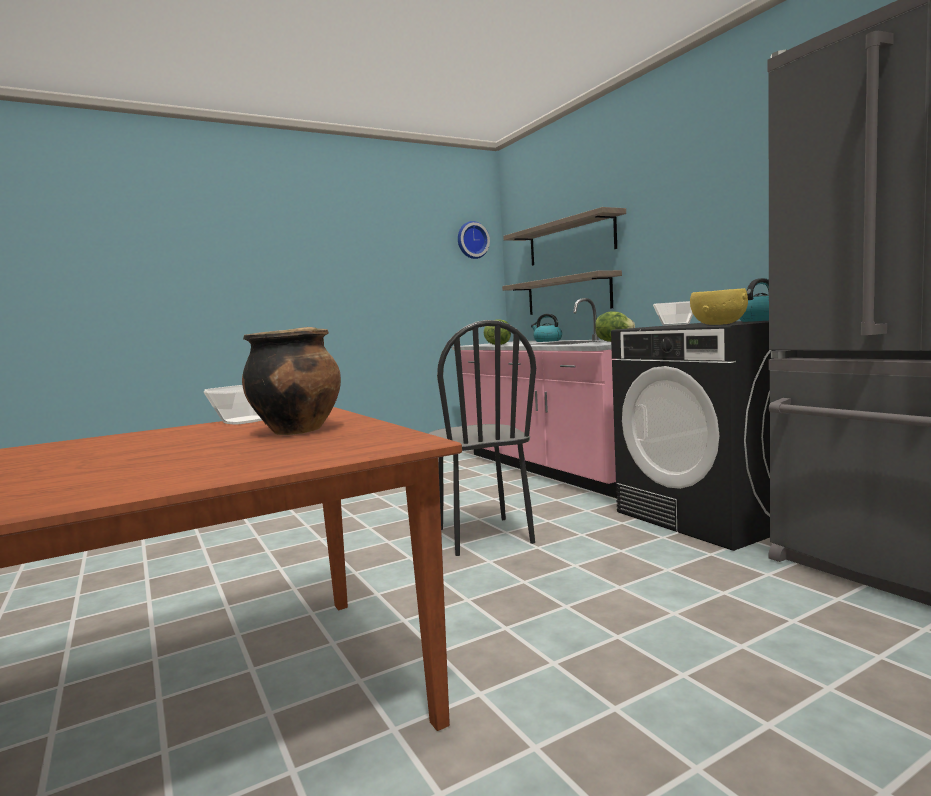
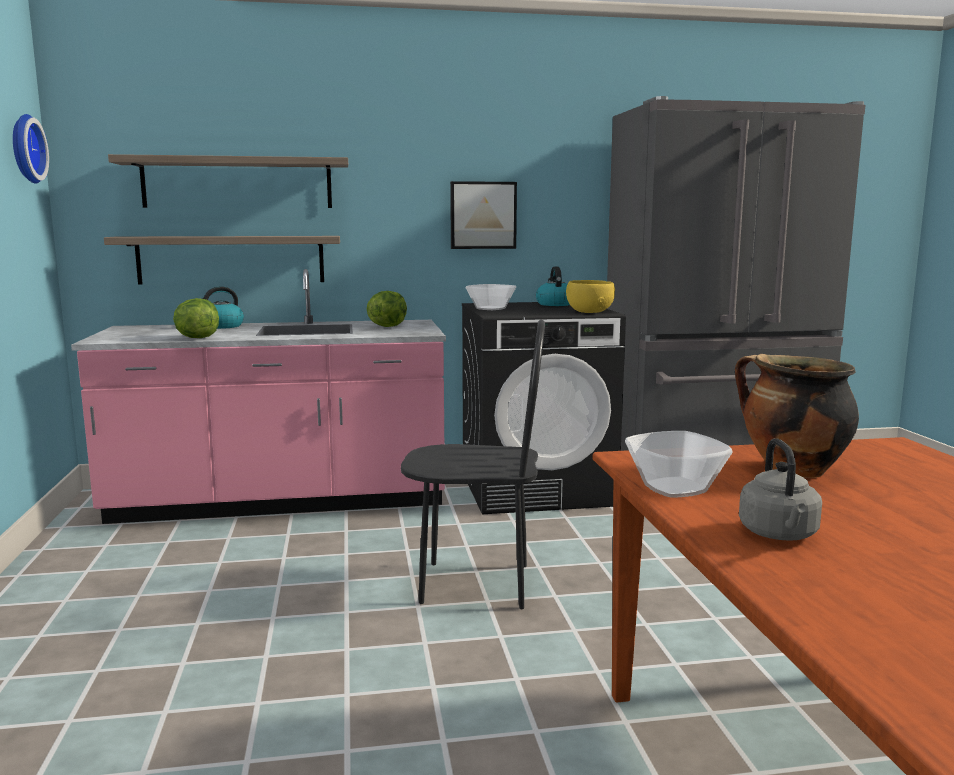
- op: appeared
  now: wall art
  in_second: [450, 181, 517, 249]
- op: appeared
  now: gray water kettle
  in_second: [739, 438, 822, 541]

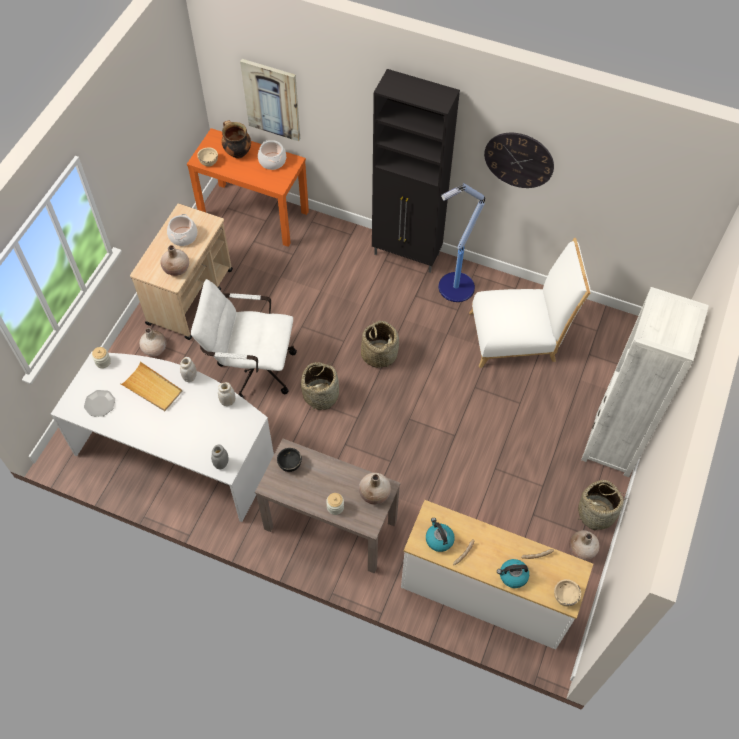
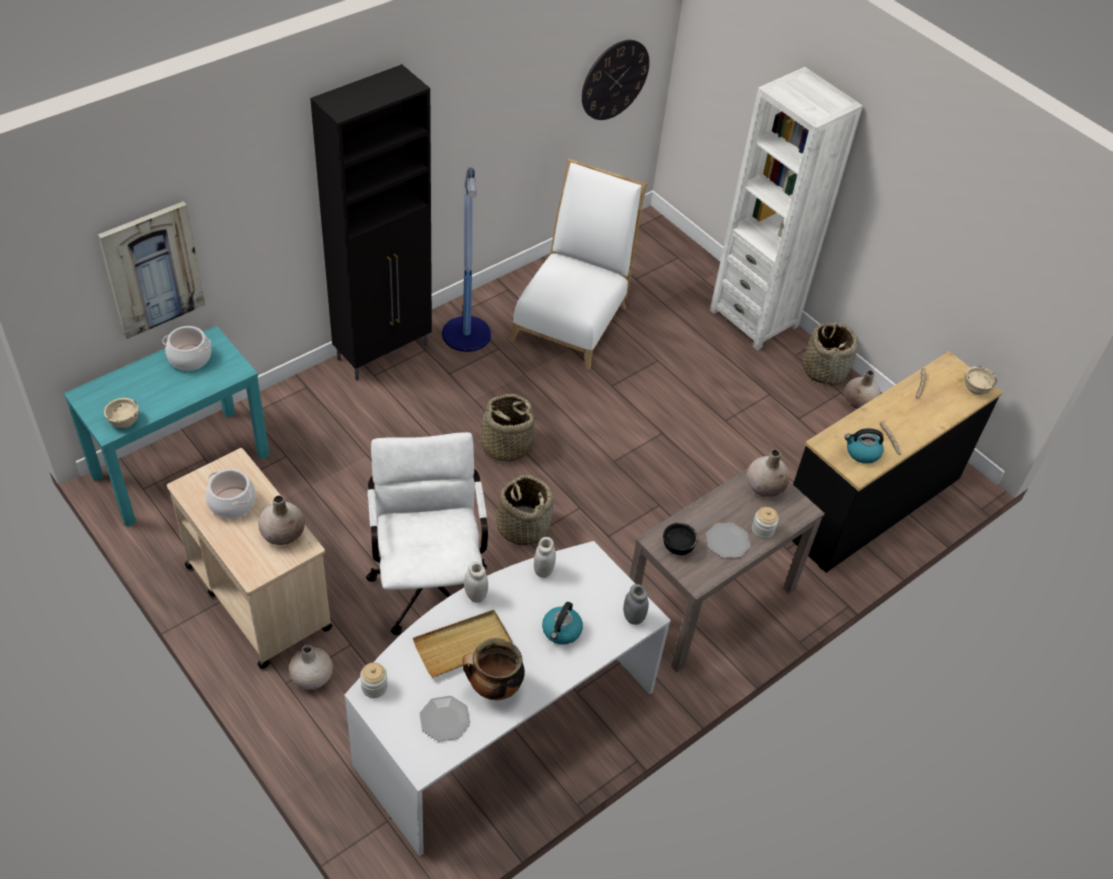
- op: appeared
  now: plate
  in_second: [706, 523, 750, 558]
- op: relocated
  was: saucepot
  in_first: [222, 121, 251, 159]
  in_second: [462, 638, 525, 700]
- op: relocated
  was: wall clock
  in_first: [484, 133, 554, 188]
  in_second: [582, 40, 649, 120]
- op: relocated
  was: water kettle
  in_first: [497, 559, 529, 588]
  in_second: [542, 602, 583, 645]
- op: colour
  was: orange hall table
  now: turquoise hall table
  in_first: [187, 128, 309, 247]
  in_second: [63, 326, 270, 527]
- op: colour
  was: white-coloured dresser
  now: blackish dresser
  in_first: [401, 500, 593, 649]
  in_second: [792, 351, 1003, 573]
- op: spun
  was: white-coloured desk chair
  in_first: [191, 279, 297, 398]
  in_second: [366, 432, 488, 635]
  clockwise: 135

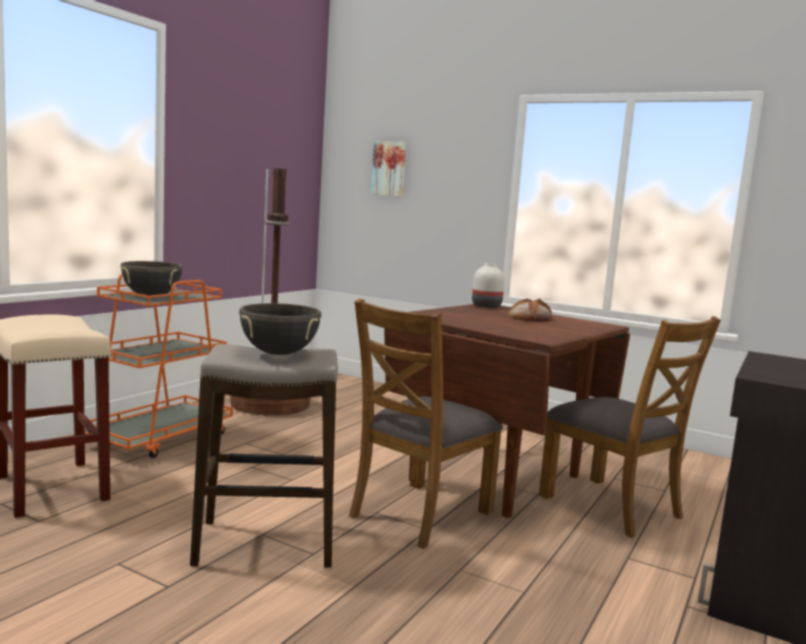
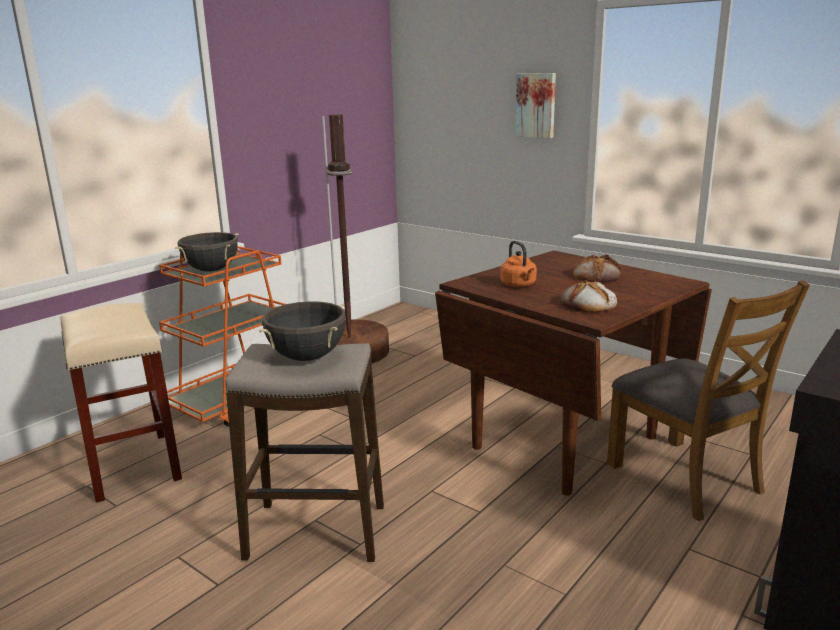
- op: missing
  was: brownish chair
  in_first: [349, 299, 503, 549]
- op: missing
  was: white-coloured vase
  in_first: [472, 263, 505, 308]
- op: appeared
  now: orange water kettle
  in_second: [500, 241, 537, 287]
- op: appeared
  now: baked bread
  in_second: [561, 280, 617, 312]
- op: relocated
  was: wall art
  in_first: [371, 141, 406, 197]
  in_second: [515, 73, 556, 138]

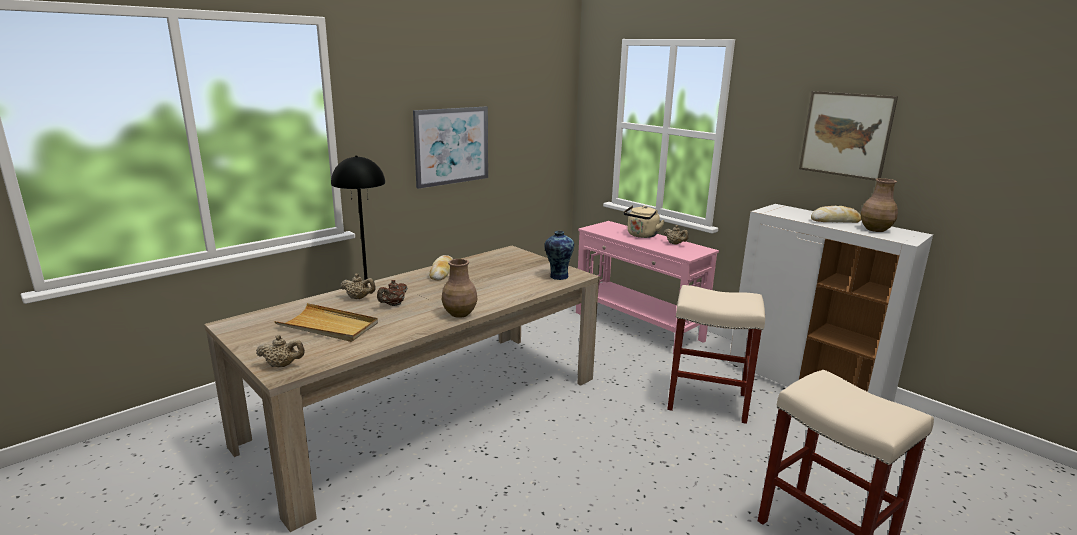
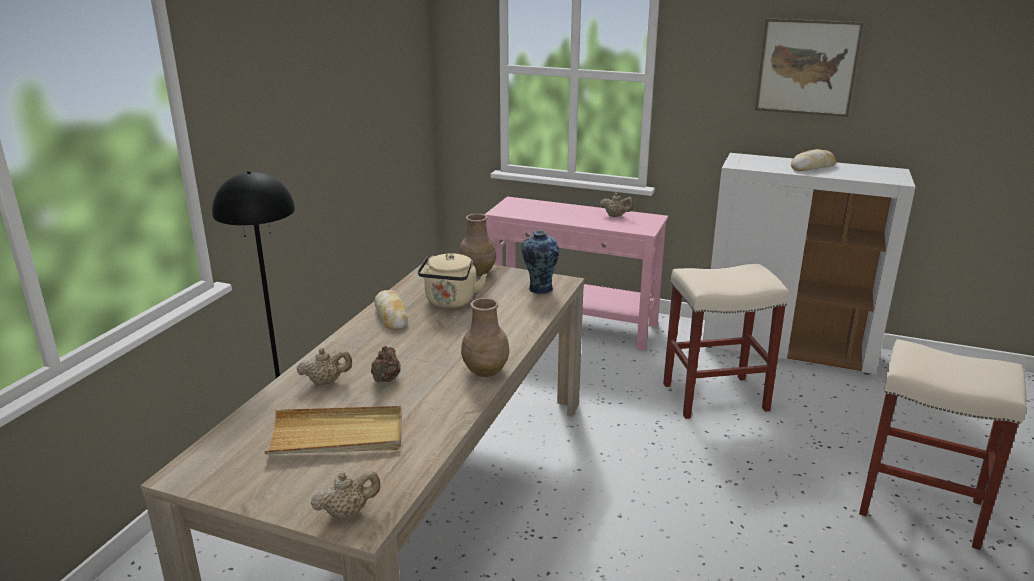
- op: missing
  was: wall art
  in_first: [413, 107, 488, 189]
- op: relocated
  was: beige-coloured water kettle
  in_first: [624, 205, 665, 238]
  in_second: [418, 253, 487, 308]
- op: relocated
  was: brownish vase
  in_first: [861, 178, 898, 232]
  in_second: [459, 214, 496, 276]

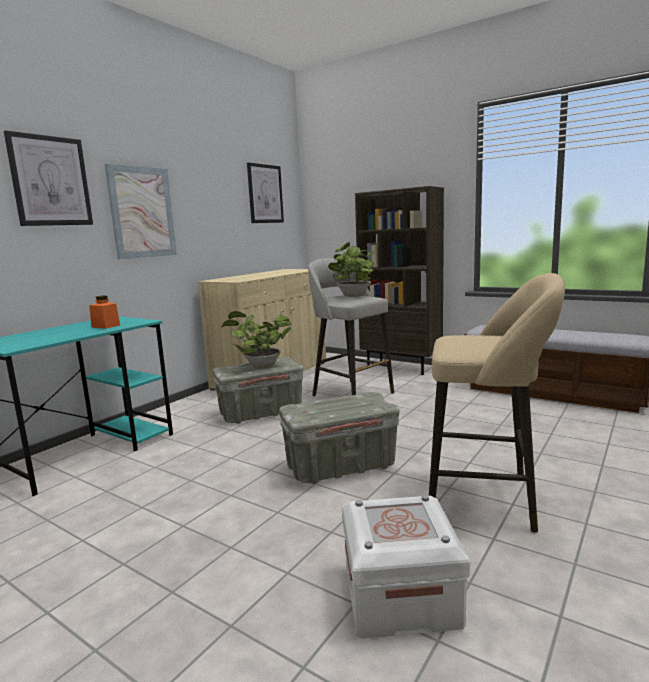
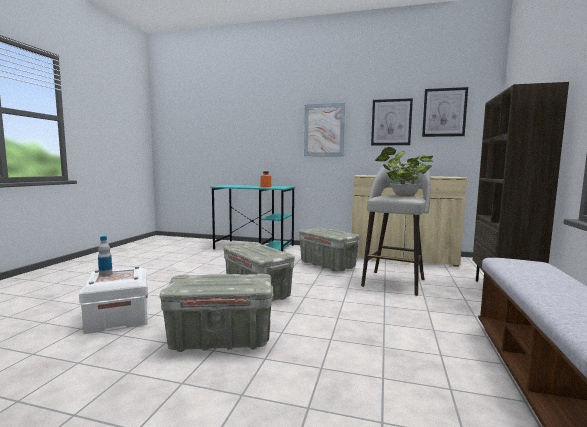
- op: missing
  was: potted plant
  in_first: [221, 311, 292, 368]
- op: appeared
  now: beverage bottle
  in_second: [98, 236, 113, 277]
- op: relocated
  was: wall art
  in_first: [4, 130, 93, 226]
  in_second: [371, 98, 413, 146]
- op: exchanged
  was: beige-coloured sitting stool
  now: gray storage container
  in_first: [429, 273, 565, 533]
  in_second: [160, 274, 273, 352]

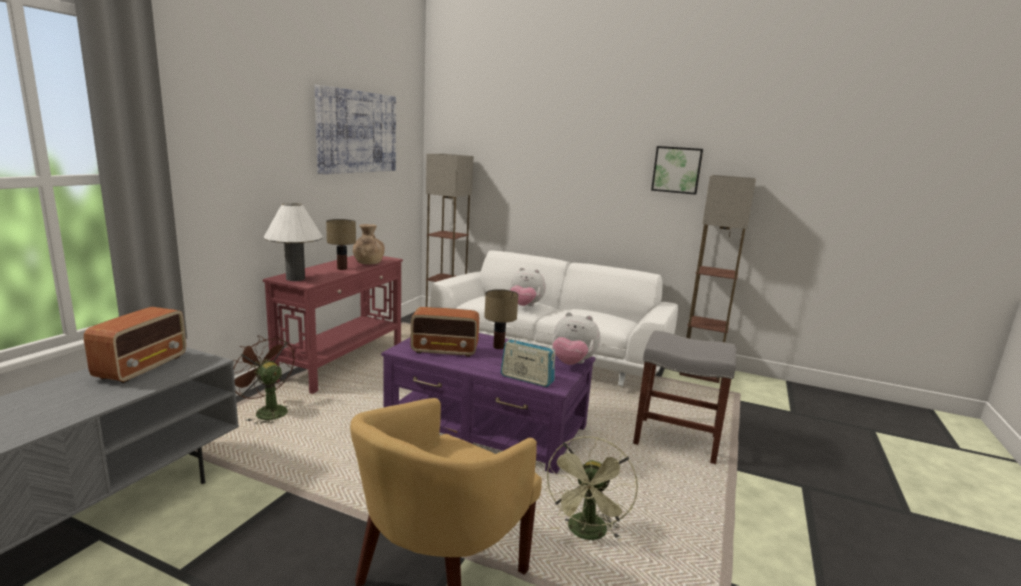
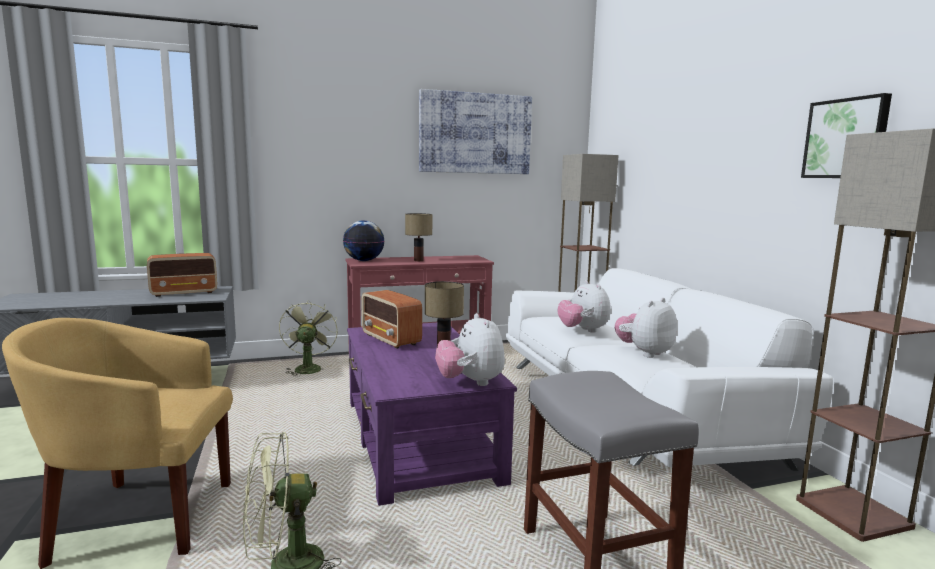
- op: missing
  was: brownish vase
  in_first: [353, 224, 385, 264]
- op: missing
  was: radio receiver
  in_first: [501, 333, 556, 387]
- op: appeared
  now: plush toy
  in_second: [615, 298, 677, 358]
- op: exchanged
  was: white-coloured tabletop lamp
  now: world globe
  in_first: [263, 203, 323, 281]
  in_second: [343, 220, 385, 261]
- op: colour
  was: brownish cooling fan
  now: green-coloured cooling fan
  in_first: [233, 335, 295, 425]
  in_second: [279, 300, 338, 377]

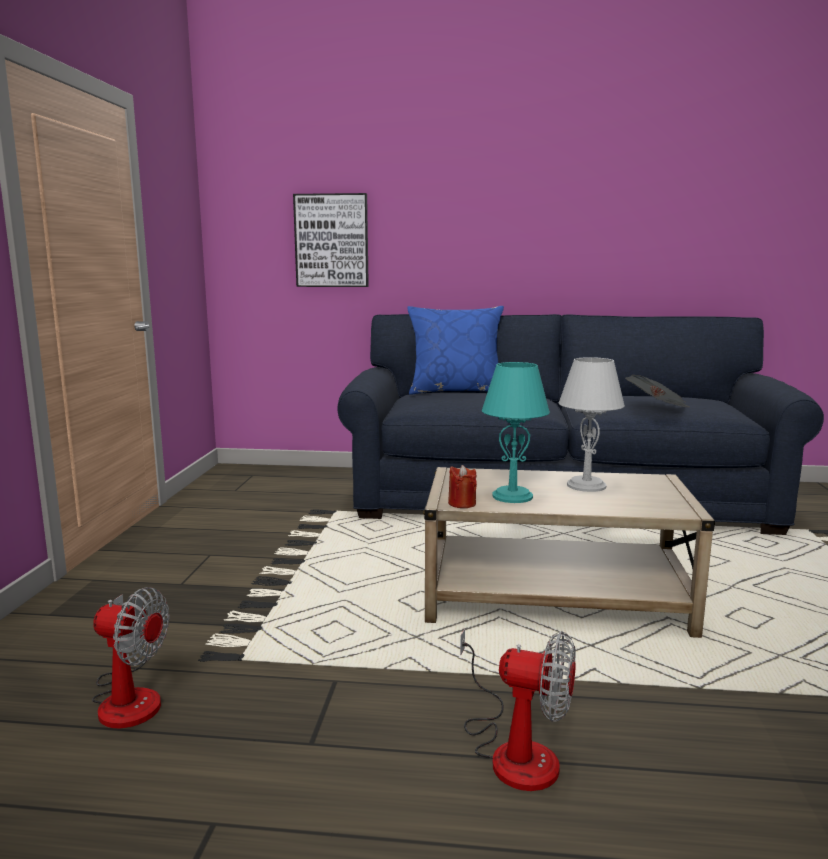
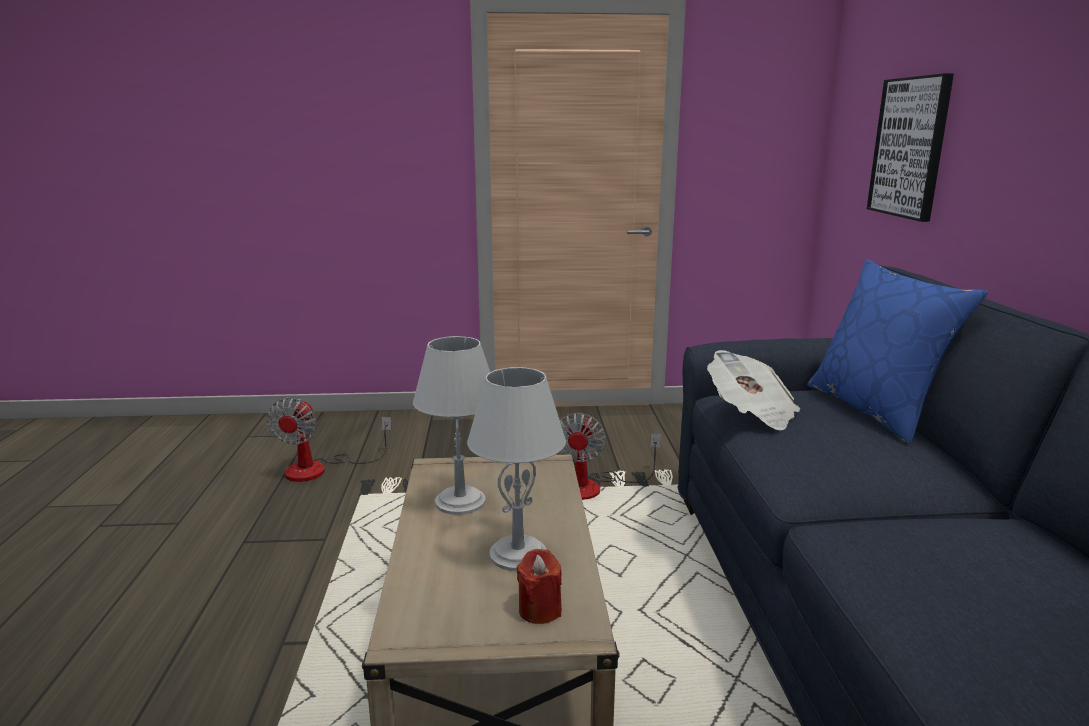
- op: relocated
  was: red wax candle
  in_first: [448, 465, 477, 508]
  in_second: [517, 549, 562, 624]
- op: relocated
  was: cooling fan
  in_first: [460, 628, 576, 791]
  in_second: [560, 413, 661, 500]
- op: relocated
  was: daily paper
  in_first: [625, 375, 690, 407]
  in_second: [707, 350, 800, 431]
- op: colour
  was: turquoise tabletop lamp
  now: gray tabletop lamp
  in_first: [482, 362, 550, 503]
  in_second: [413, 336, 490, 515]

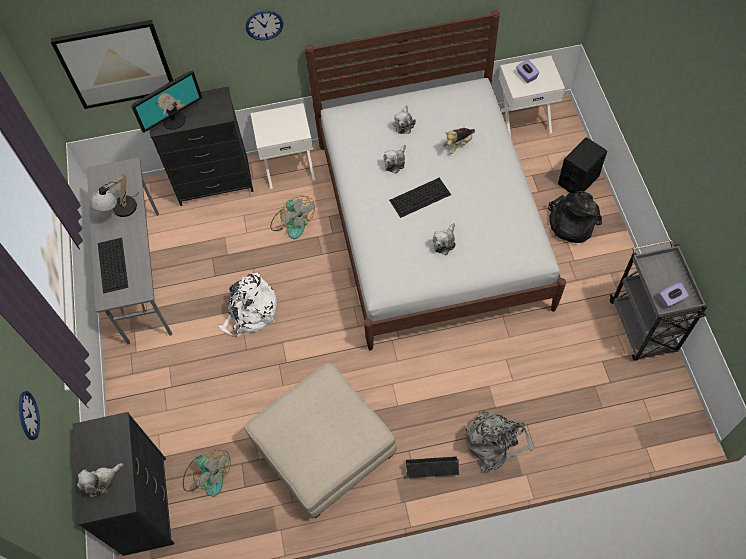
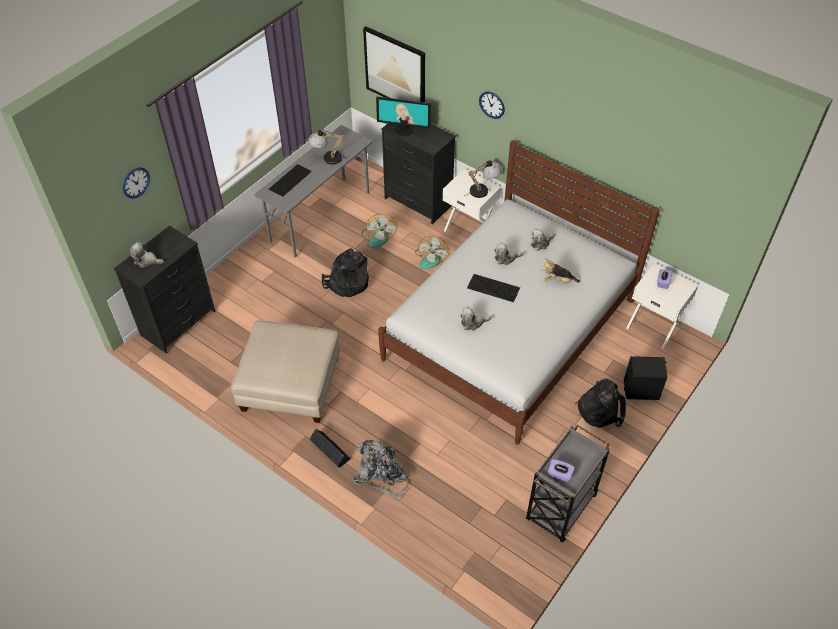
- op: appeared
  now: tabletop lamp
  in_second: [464, 160, 502, 198]
- op: relocated
  was: cooling fan
  in_first: [183, 450, 231, 497]
  in_second: [361, 213, 397, 248]
- op: colour
  was: white-coloured backpack
  now: blackish backpack
  in_first: [218, 272, 277, 337]
  in_second: [322, 249, 369, 297]

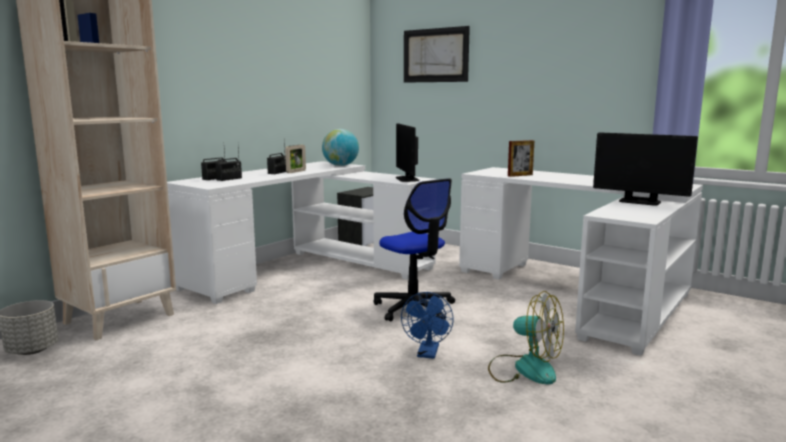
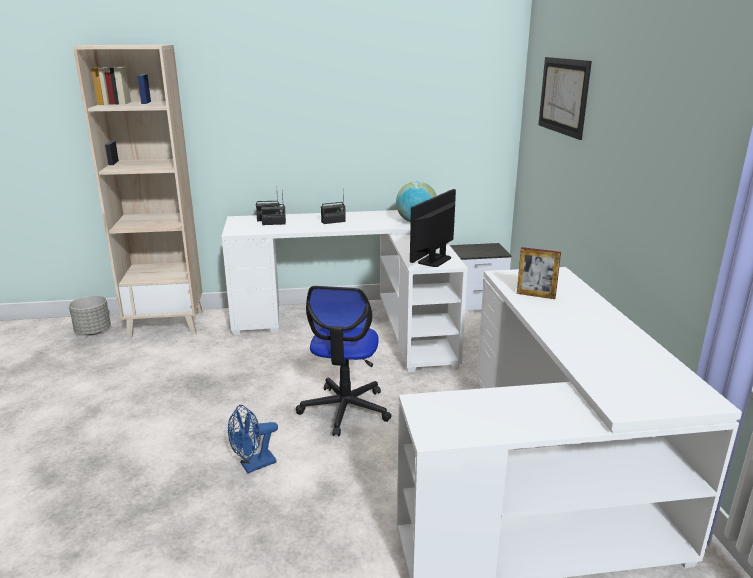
- op: missing
  was: standing frame
  in_first: [285, 145, 306, 173]
- op: missing
  was: cooling fan
  in_first: [488, 291, 564, 384]
- op: missing
  was: monitor
  in_first: [593, 132, 698, 206]

